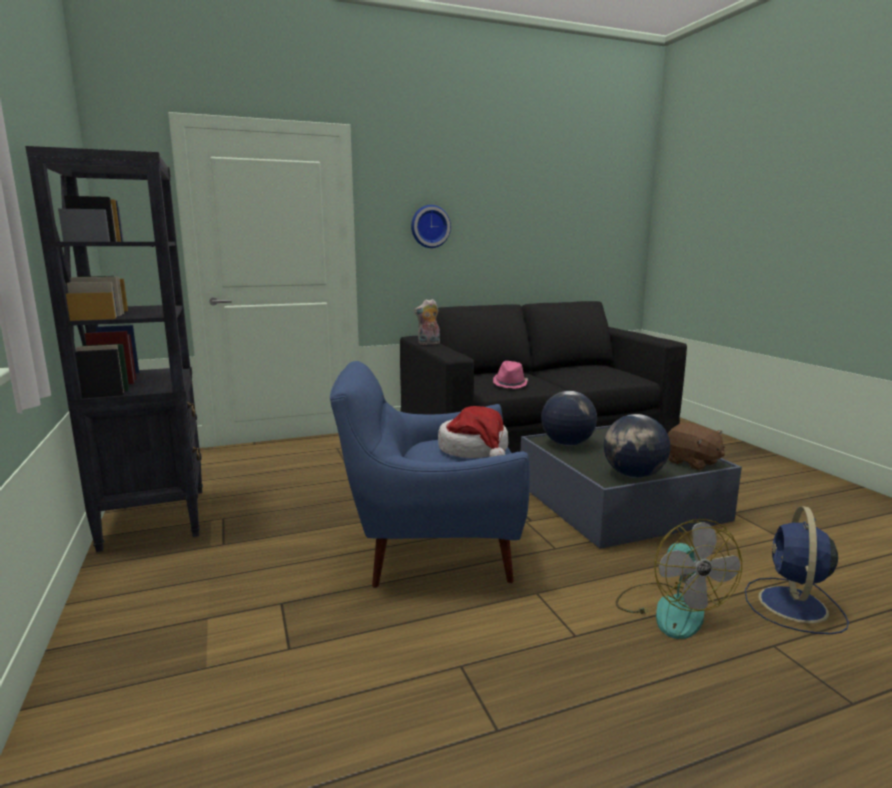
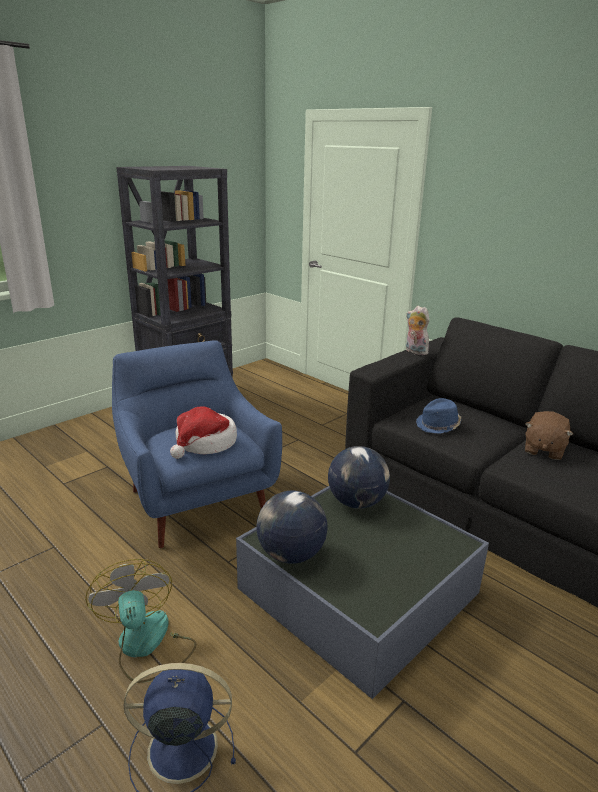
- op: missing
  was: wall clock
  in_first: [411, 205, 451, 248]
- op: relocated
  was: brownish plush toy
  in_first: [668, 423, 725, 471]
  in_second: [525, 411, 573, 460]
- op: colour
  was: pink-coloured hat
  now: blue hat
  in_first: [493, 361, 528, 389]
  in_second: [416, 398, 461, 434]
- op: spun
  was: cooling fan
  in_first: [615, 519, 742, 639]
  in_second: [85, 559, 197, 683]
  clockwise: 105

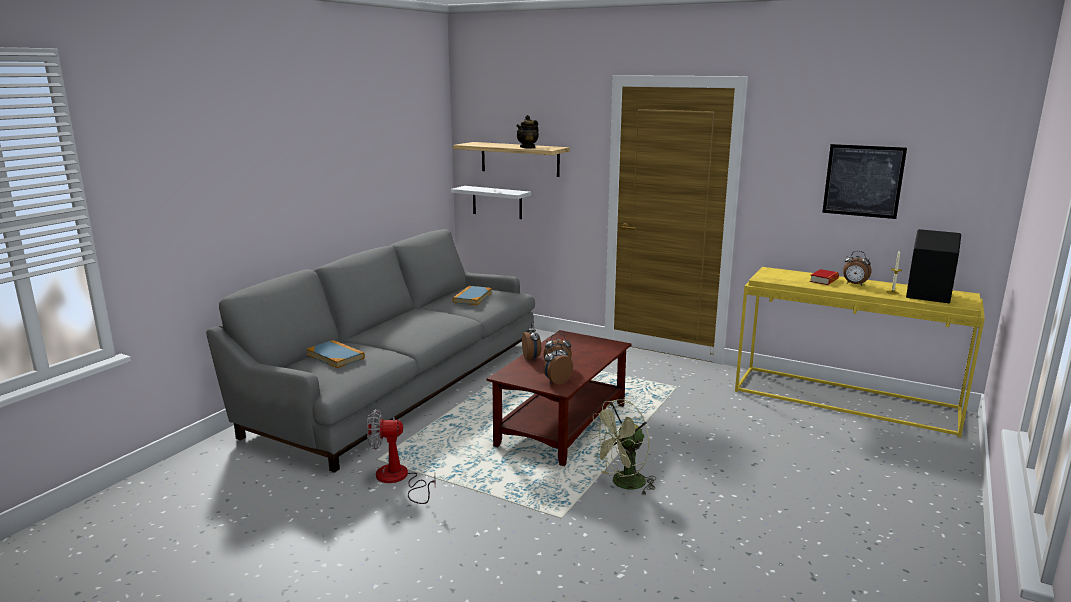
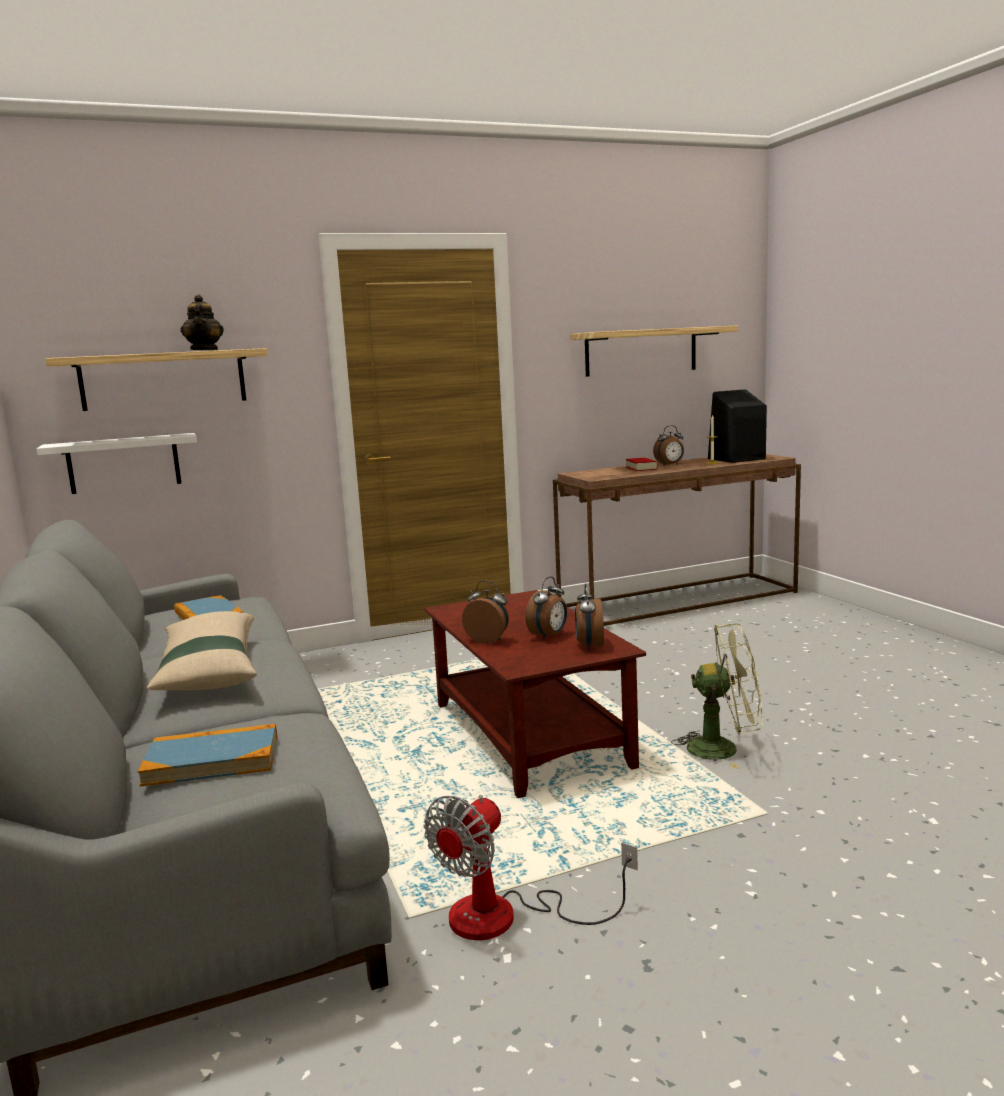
- op: appeared
  now: beige-coloured pillow
  in_second: [147, 611, 257, 690]
- op: exchanged
  was: wall art
  now: wall shelf
  in_first: [822, 144, 907, 219]
  in_second: [570, 326, 738, 377]
- op: colour
  was: yellow-coloured hall table
  now: brownish hall table
  in_first: [735, 267, 985, 438]
  in_second: [553, 454, 801, 626]
- op: spun
  was: green-coloured cooling fan
  in_first: [589, 399, 656, 495]
  in_second: [671, 623, 763, 769]
  clockwise: -90

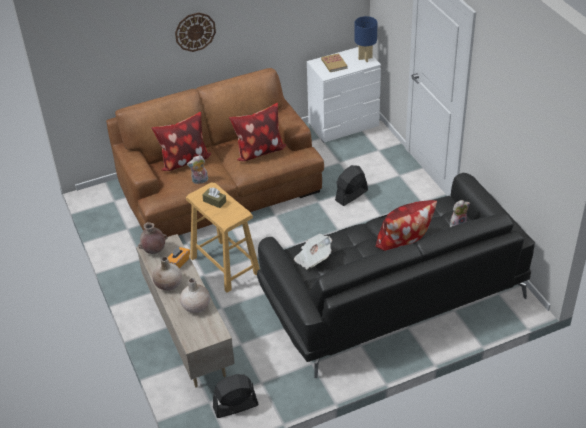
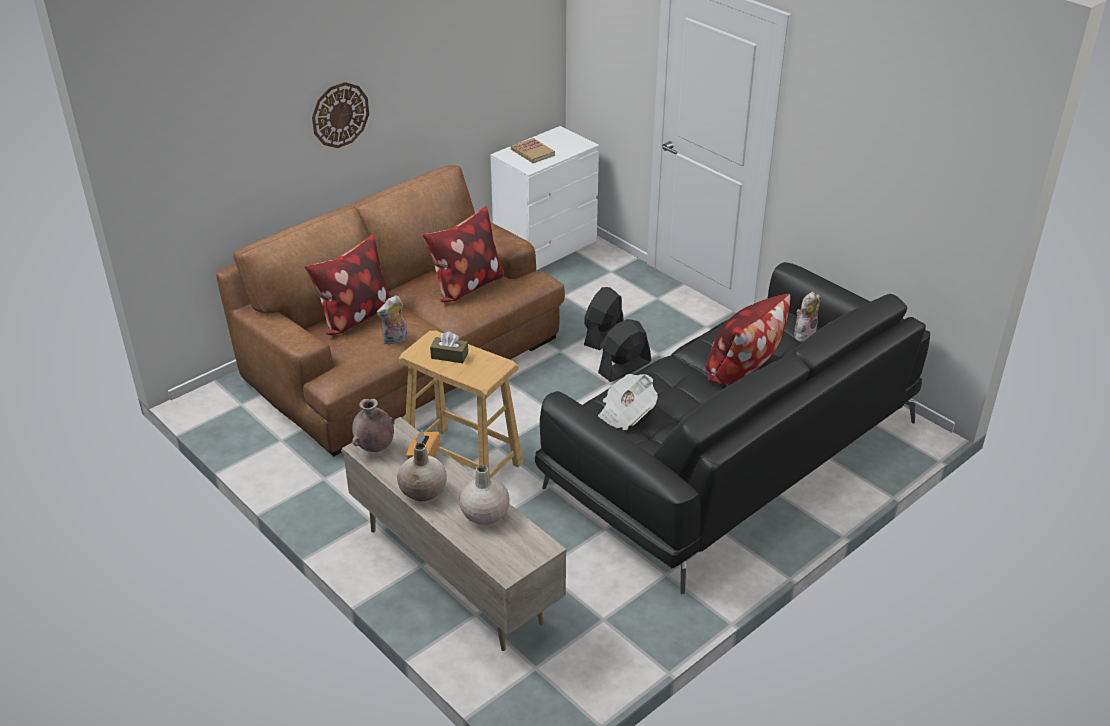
- op: missing
  was: blue tabletop lamp
  in_first: [354, 16, 378, 62]
- op: relocated
  was: blackish cooling fan
  in_first: [213, 374, 259, 418]
  in_second: [598, 319, 651, 382]

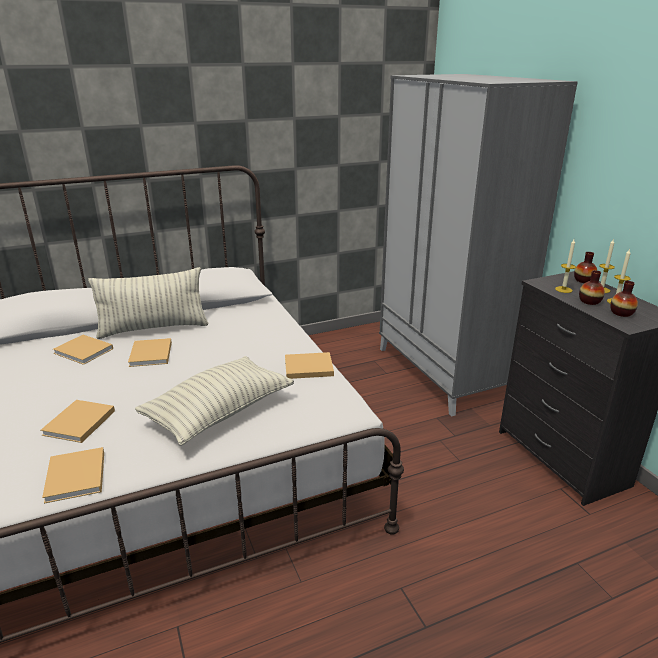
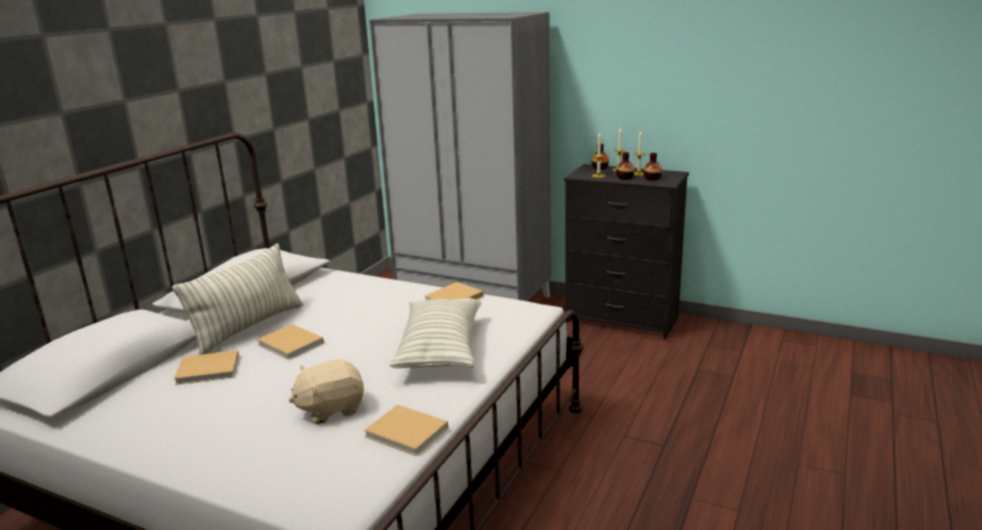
- op: exchanged
  was: beige-coloured bound book
  now: beige-coloured plush toy
  in_first: [40, 400, 115, 443]
  in_second: [289, 359, 364, 424]

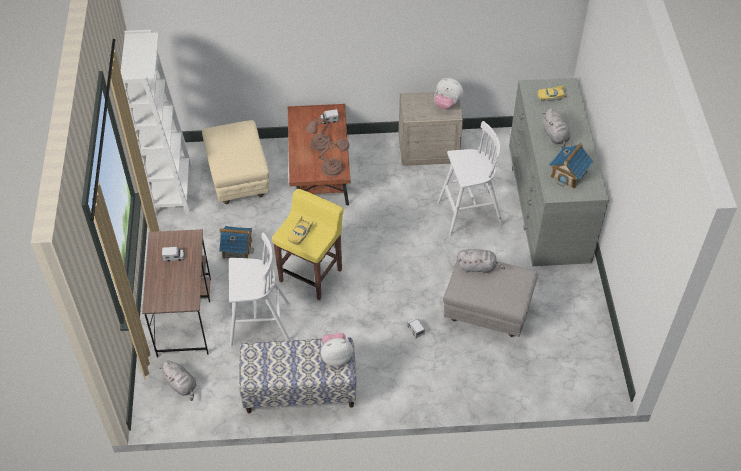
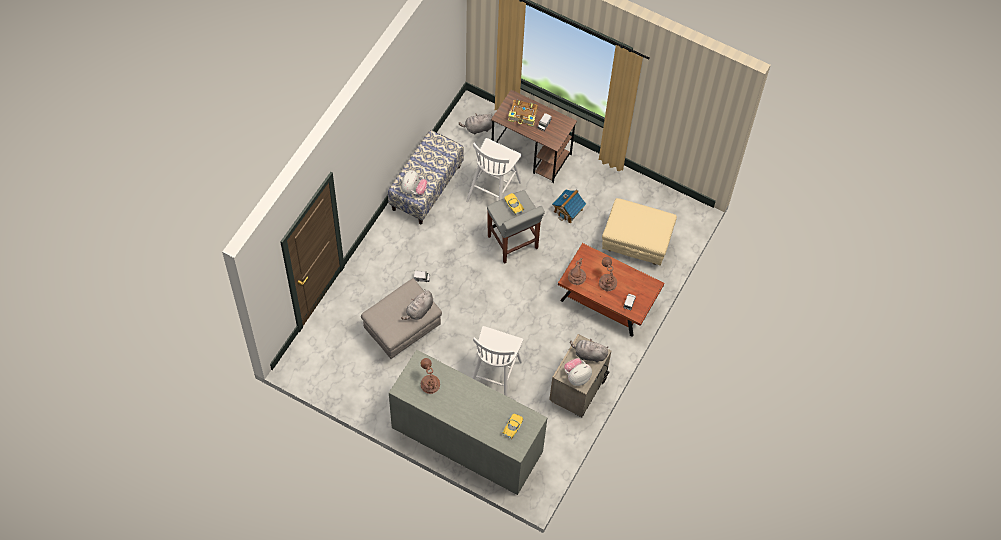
- op: missing
  was: white-coloured shelving unit
  in_first: [121, 30, 193, 216]
- op: appeared
  now: bound book
  in_second: [508, 100, 538, 126]
- op: relocated
  was: gray plush toy
  in_first: [542, 108, 570, 149]
  in_second: [570, 339, 609, 363]
- op: exchanged
  was: model house
  now: brownish tabletop lamp
  in_first: [549, 143, 594, 189]
  in_second: [421, 358, 440, 394]
- op: colour
  was: yellow-coloured sitting stool
  now: gray sitting stool
  in_first: [272, 189, 344, 300]
  in_second: [487, 190, 545, 264]

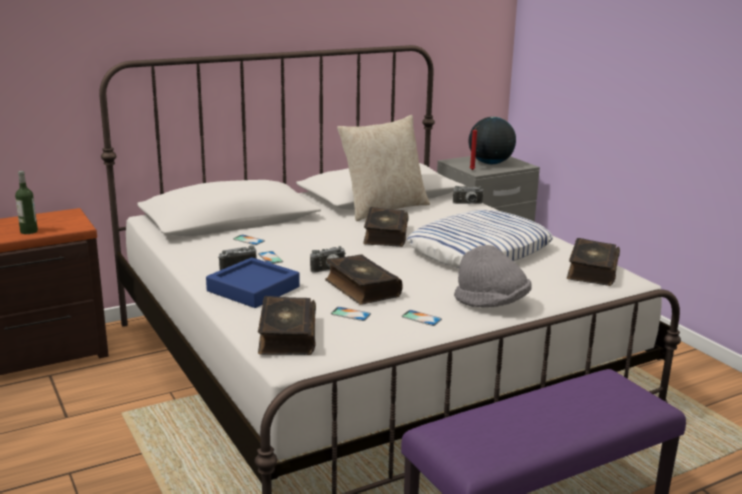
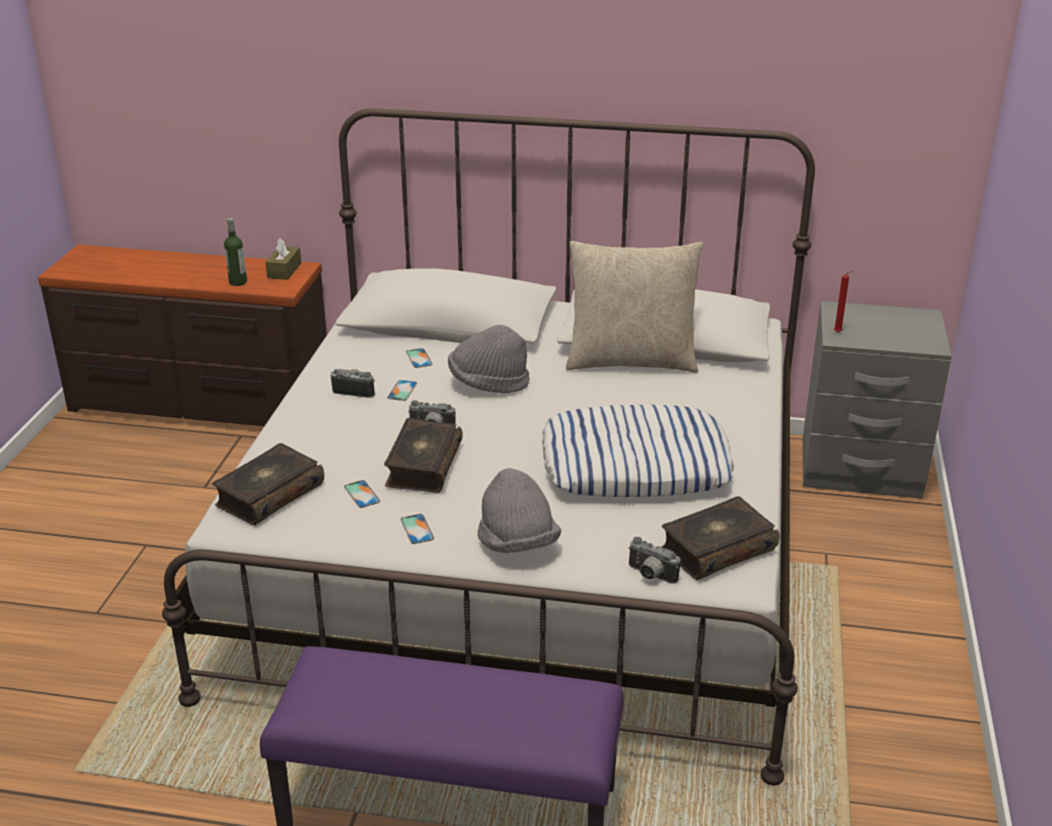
- op: missing
  was: blue carrying tray
  in_first: [206, 257, 300, 308]
- op: missing
  was: bound book
  in_first: [363, 207, 409, 247]
- op: missing
  was: world globe
  in_first: [469, 117, 516, 164]
- op: appeared
  now: brownish box of tissues
  in_second: [265, 238, 301, 280]
- op: appeared
  now: gray hat
  in_second: [448, 325, 530, 393]
- op: relocated
  was: still camera
  in_first: [453, 186, 484, 204]
  in_second: [628, 537, 681, 584]

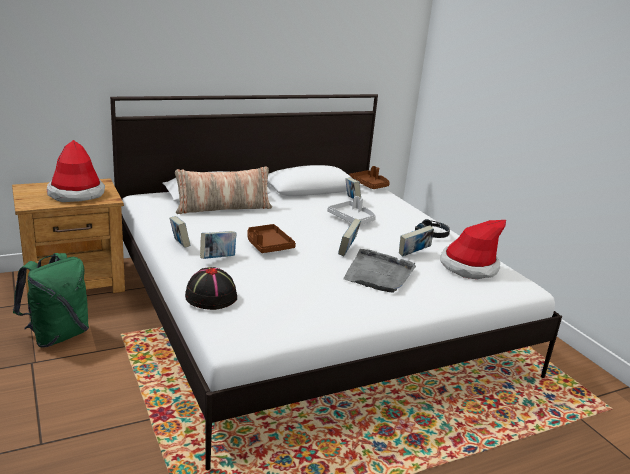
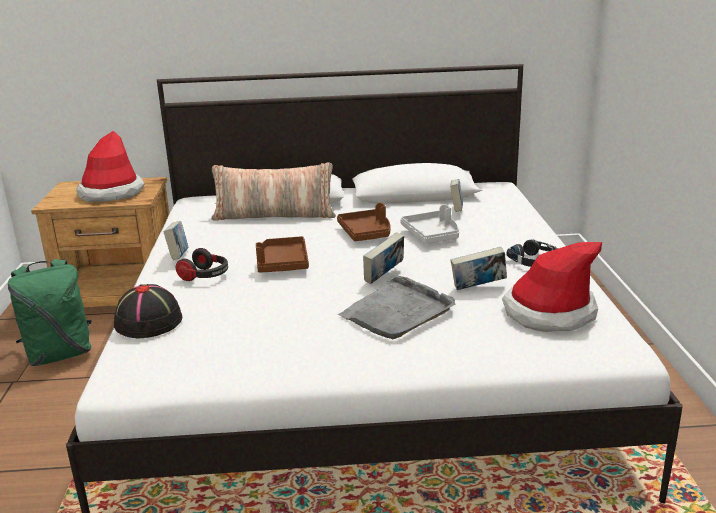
- op: relocated
  was: brownish carrying tray
  in_first: [349, 166, 390, 189]
  in_second: [337, 203, 390, 241]
- op: exchanged
  was: bound book
  now: headphones
  in_first: [200, 231, 237, 259]
  in_second: [176, 248, 228, 281]

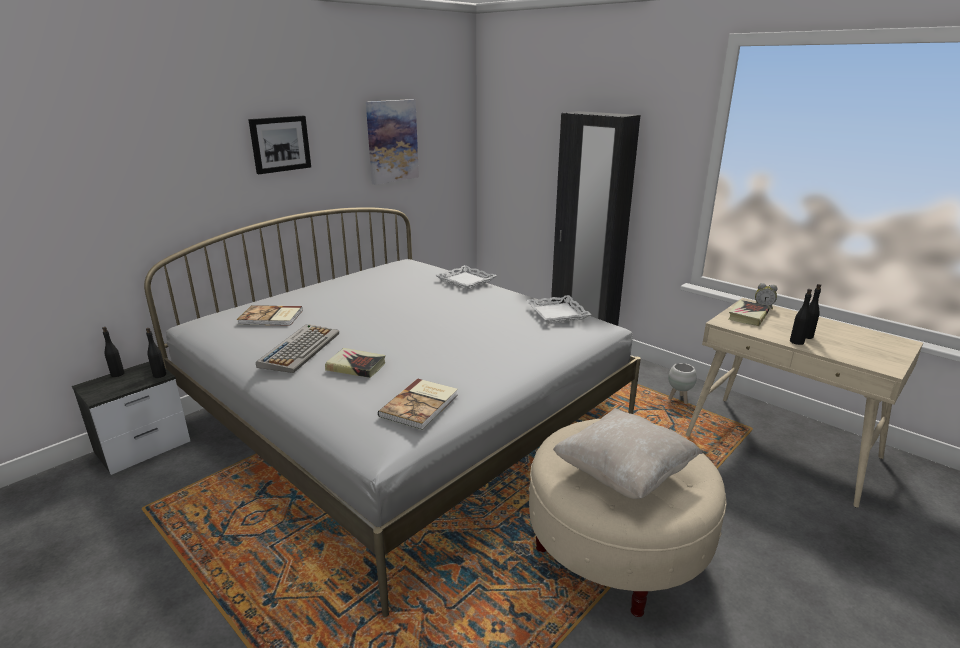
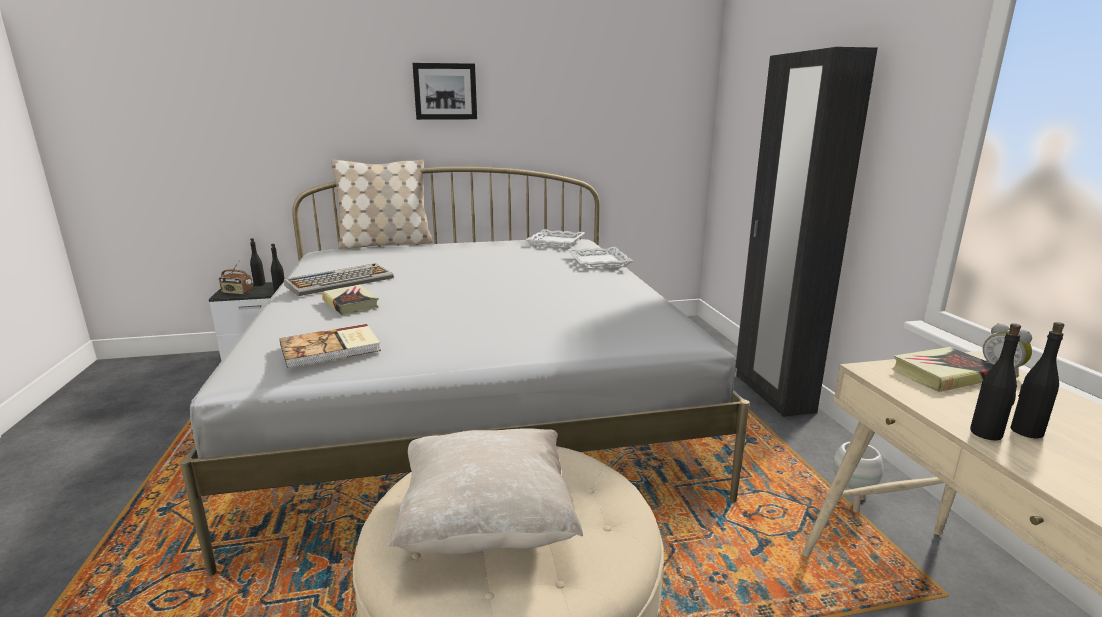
- op: missing
  was: bound book
  in_first: [237, 305, 303, 326]
- op: missing
  was: wall art
  in_first: [366, 99, 419, 185]
- op: appeared
  now: radio receiver
  in_second: [219, 260, 253, 294]
- op: appeared
  now: beige-coloured pillow
  in_second: [331, 160, 433, 249]
- op: relocated
  was: white-coloured carrying tray
  in_first: [526, 295, 592, 324]
  in_second: [526, 229, 585, 248]

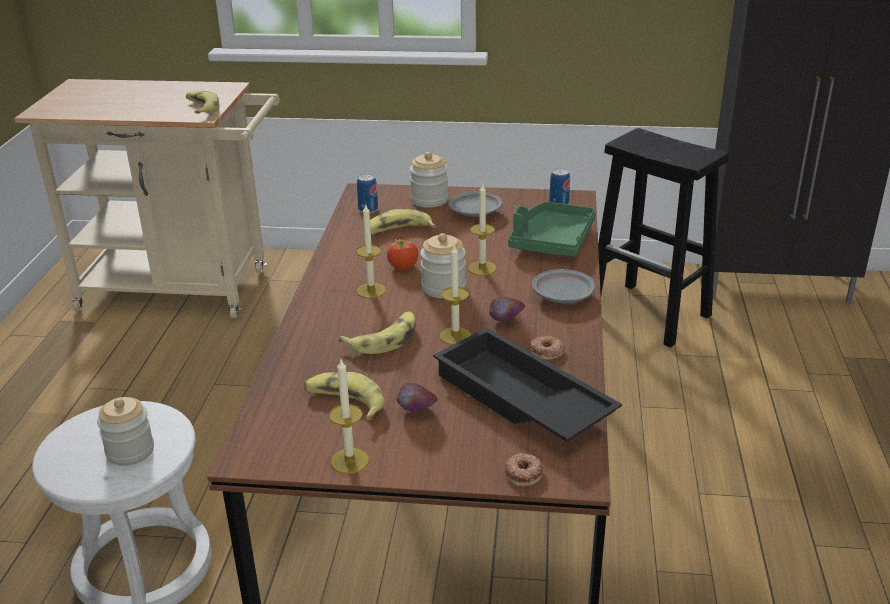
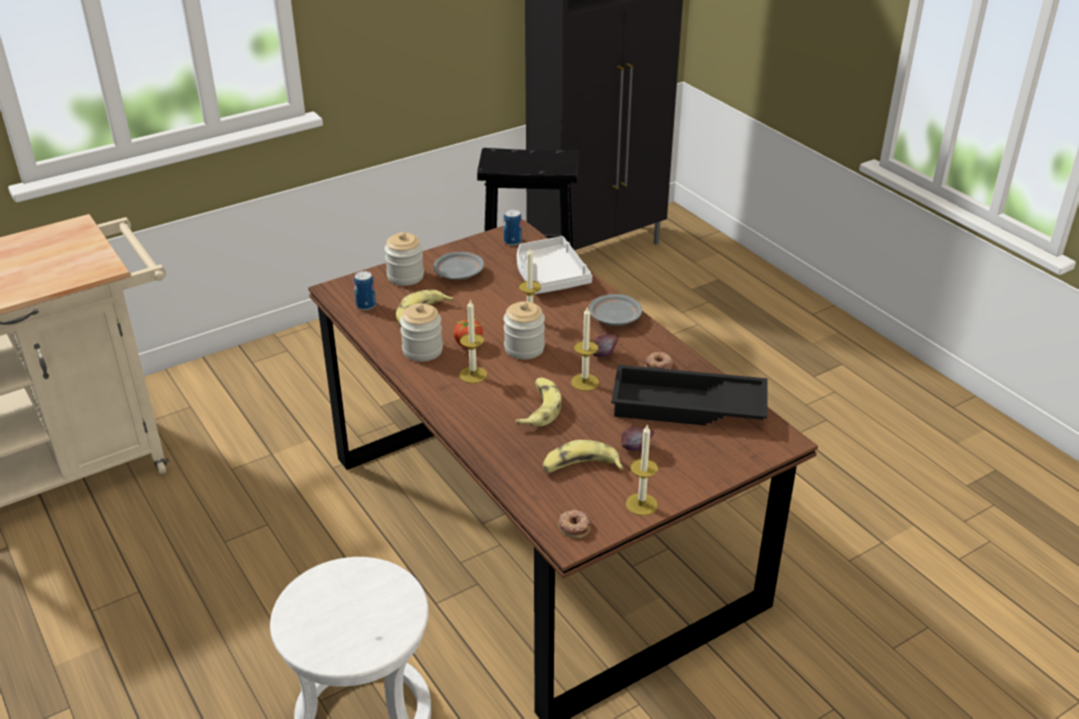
- op: missing
  was: whole banana
  in_first: [186, 91, 219, 114]
- op: relocated
  was: jar
  in_first: [97, 397, 154, 466]
  in_second: [400, 303, 443, 362]
- op: relocated
  was: ring doughnut
  in_first: [505, 453, 544, 486]
  in_second: [558, 510, 591, 538]
- op: colour
  was: green-coloured carrying tray
  now: white-coloured carrying tray
  in_first: [508, 202, 596, 257]
  in_second: [517, 236, 592, 294]

